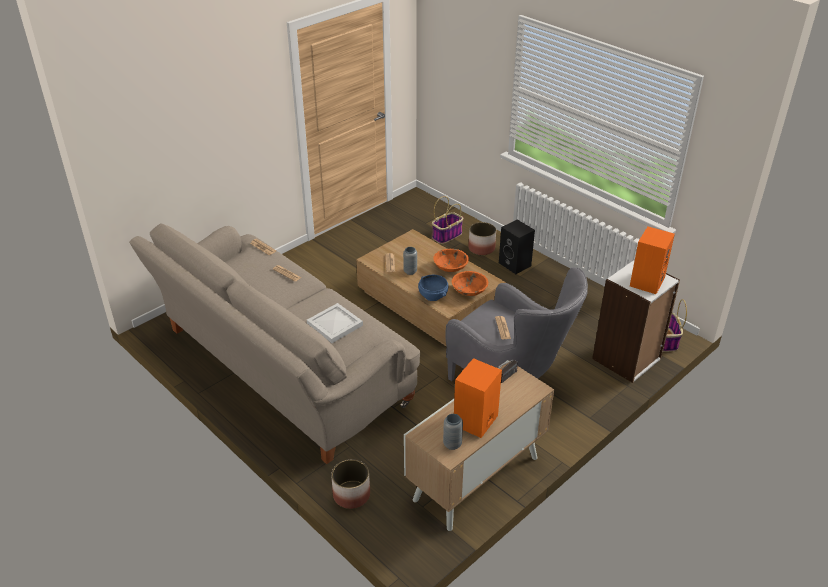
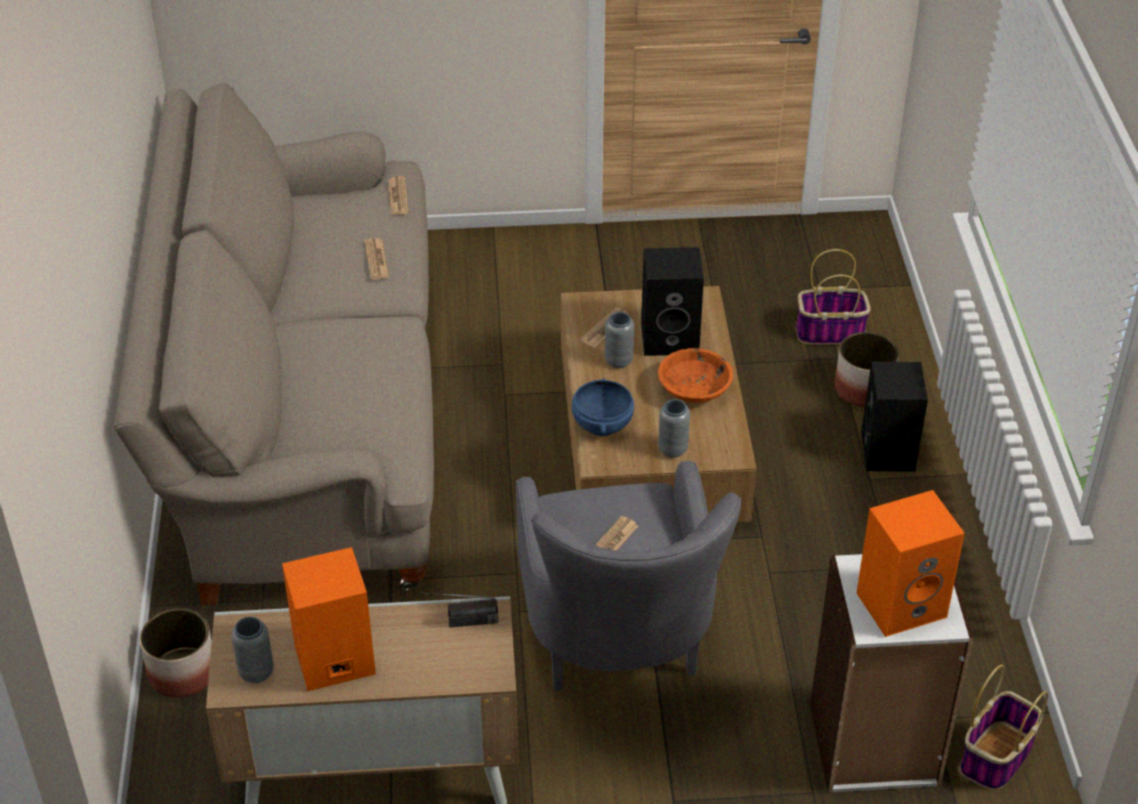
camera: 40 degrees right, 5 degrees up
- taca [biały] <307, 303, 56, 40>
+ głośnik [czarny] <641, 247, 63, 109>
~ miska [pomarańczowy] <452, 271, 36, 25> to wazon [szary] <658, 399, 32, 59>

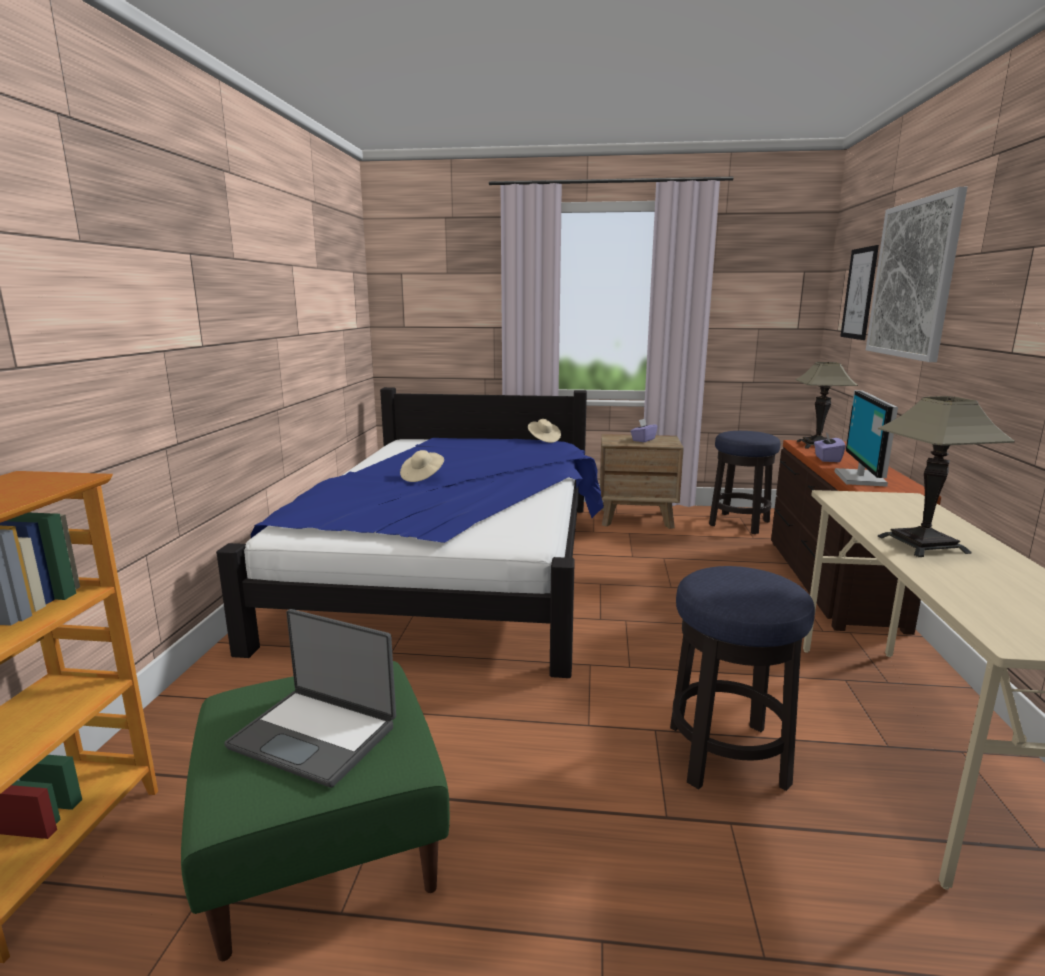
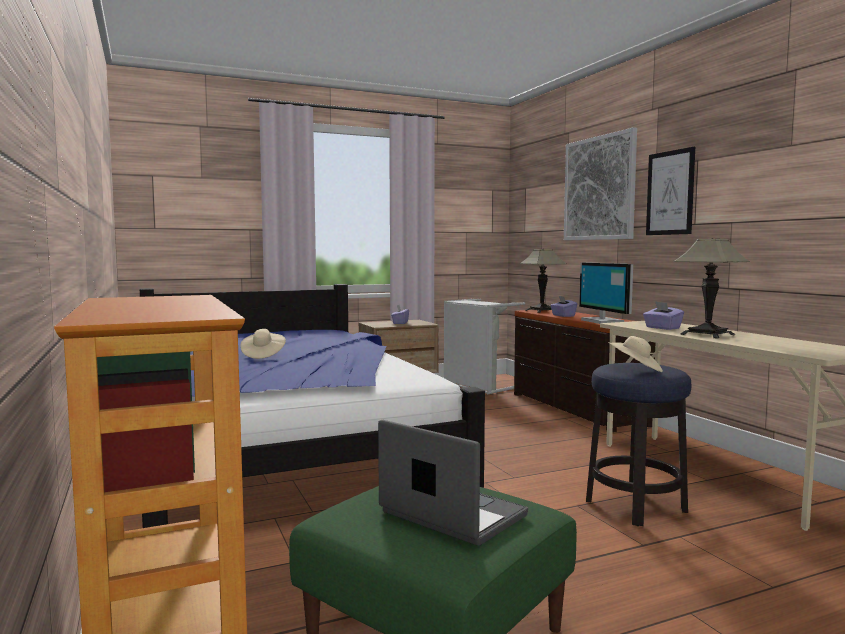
camera: 30 degrees left, 10 degrees down
+ pudełko chusteczek [fioletowy] <643, 301, 41, 29>
~ kapelusz [beżowy] <528, 419, 33, 24> to <608, 336, 55, 36>
~ obraz <840, 245, 39, 95> to <646, 147, 49, 88>
~ stołek <709, 431, 71, 103> to kosz na pranie [szary] <444, 299, 81, 95>
~ laptop <224, 609, 172, 179> = <378, 420, 150, 126> 135 degrees counterclockwise

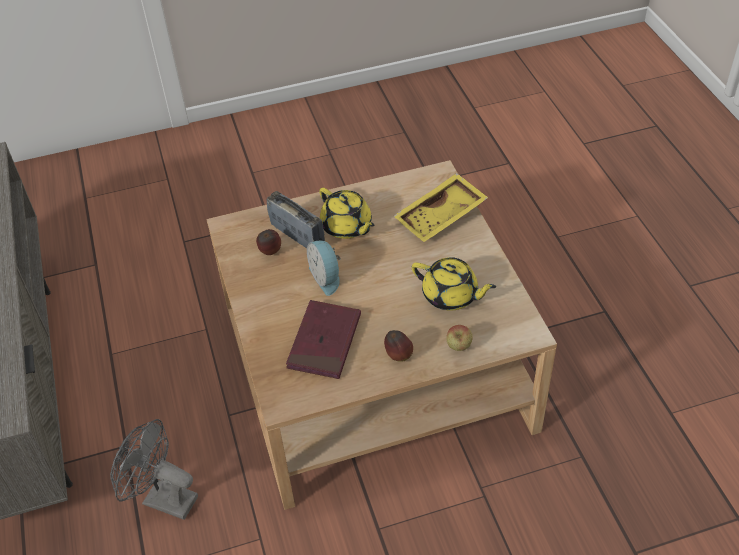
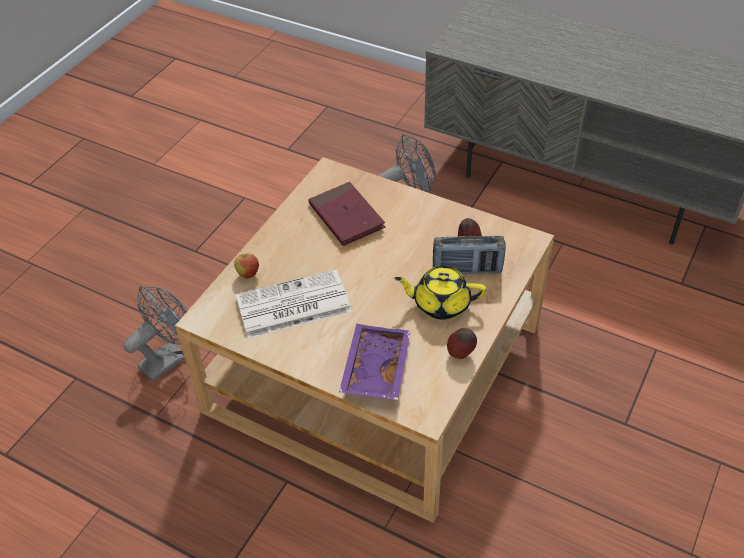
camera: 135 degrees right, 0 degrees up
- budzik <307, 241, 34, 55>
+ wentylator [szary] <124, 286, 63, 96>
~ jabłko <384, 330, 29, 32> to <447, 328, 30, 31>
~ imbryk [żółty] <412, 257, 84, 53> to gazeta <236, 270, 116, 68>
~ taca [żółty] <394, 173, 94, 69> to taca [fioletowy] <339, 324, 72, 76>

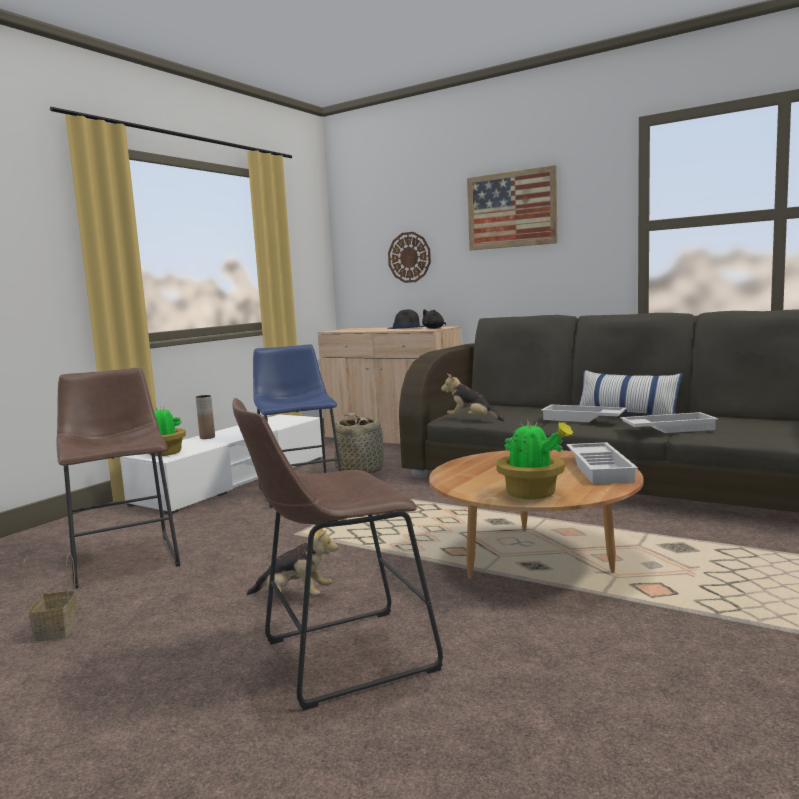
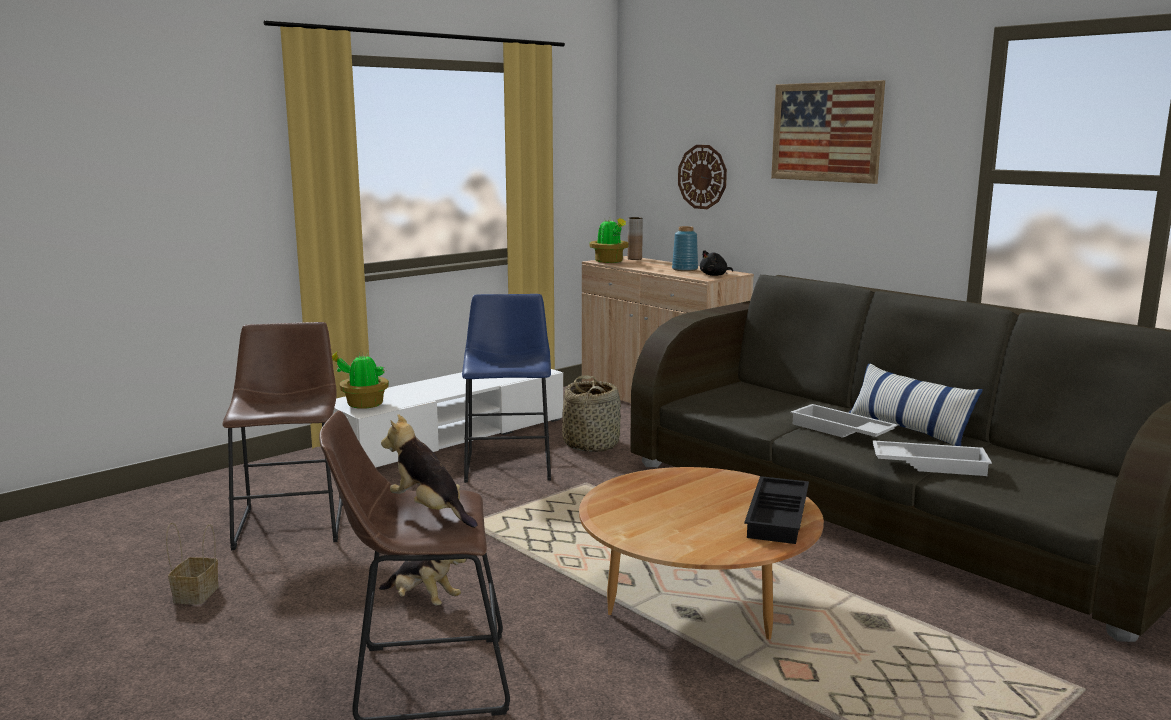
camera: 15 degrees right, 5 degrees up
~ wazon [brązowy] <196, 395, 19, 44> to <628, 217, 15, 43>
~ pluszak <441, 374, 64, 47> to <381, 414, 96, 114>
~ roślina doniczkowa <496, 419, 77, 81> to <589, 217, 40, 46>
~ kapelusz [czarny] <387, 310, 38, 19> to wazon [niebieski] <672, 226, 26, 45>
~ taca [biały] <567, 442, 71, 42> to taca [czarny] <744, 476, 65, 68>

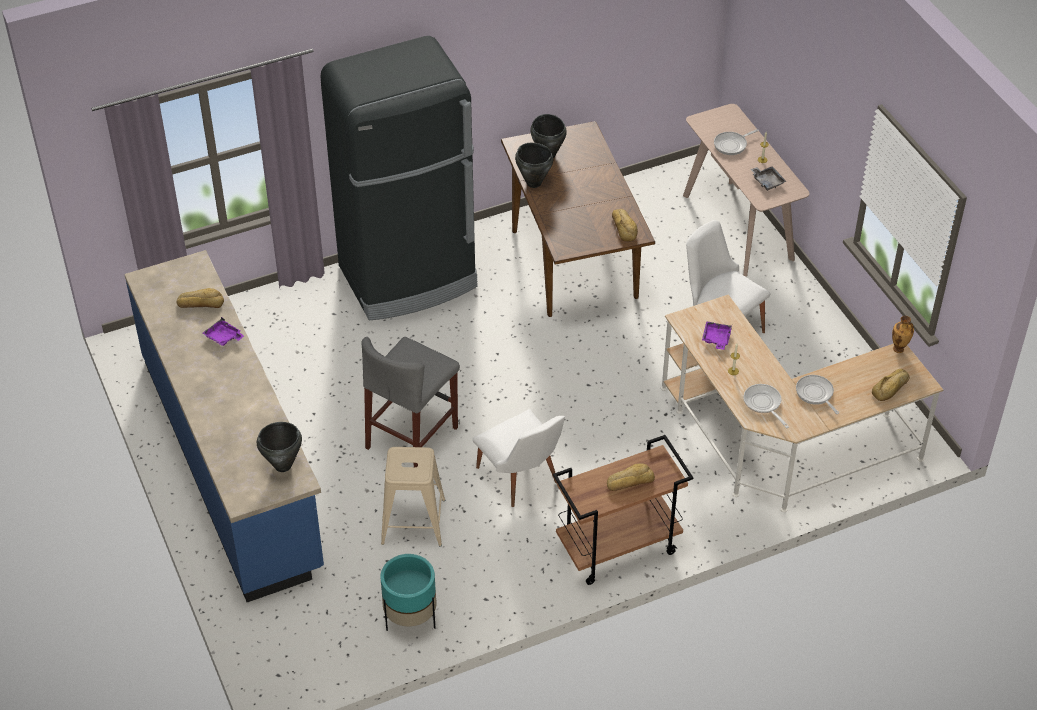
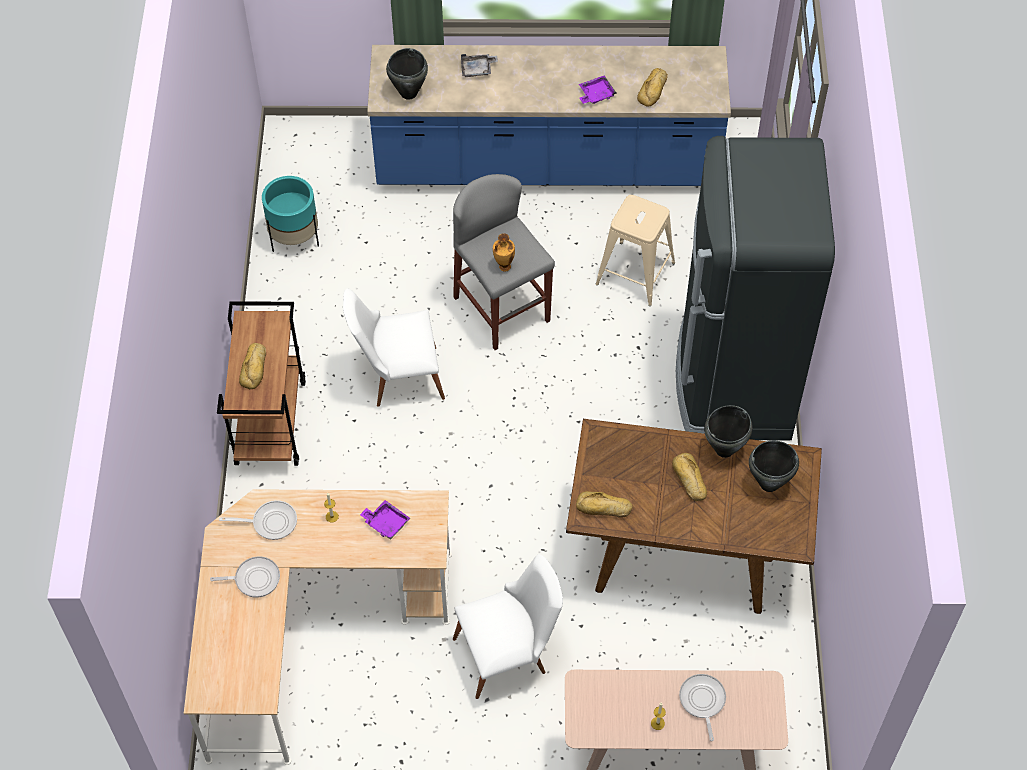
camera: 115 degrees right, 10 degrees up
~ stołek [beżowy] <381, 447, 64, 100> to <596, 195, 79, 111>
~ taca [szary] <751, 166, 36, 25> to <461, 54, 37, 23>
~ chleb <872, 369, 38, 32> to <672, 453, 35, 48>
~ wazon <892, 316, 22, 37> to <493, 233, 22, 39>

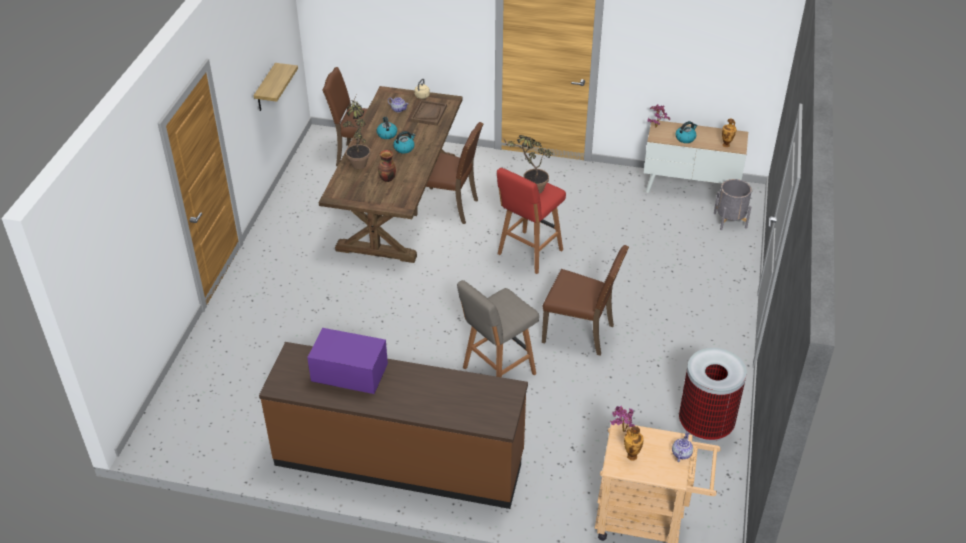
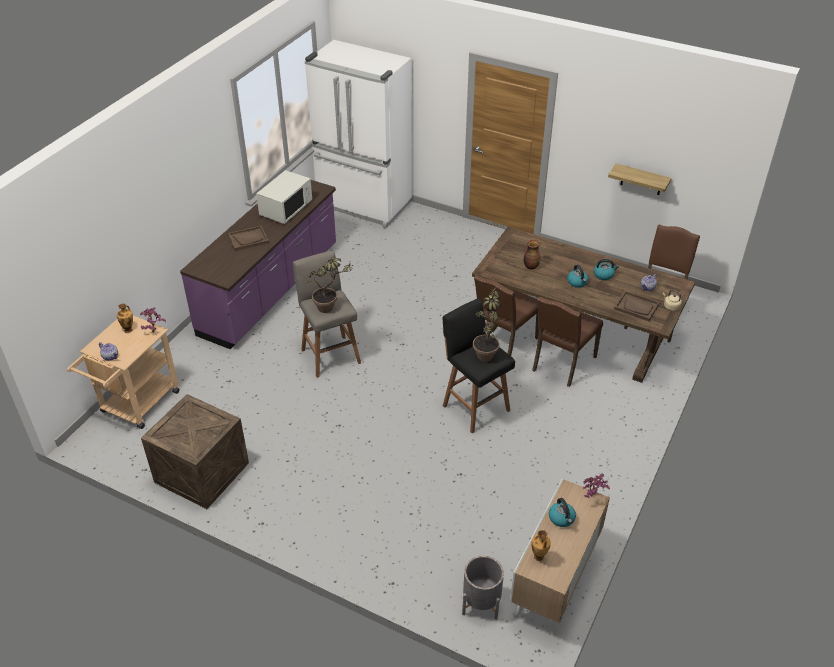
camera: 105 degrees right, 0 degrees up
+ taca [brązowy] <228, 226, 41, 25>
+ lodówka [biały] <305, 40, 107, 188>
~ roślina doniczkowa <342, 97, 29, 72> to <305, 257, 48, 56>
~ krzesło [brązowy] <542, 245, 87, 111> to <474, 275, 65, 81>
~ kosz na śmieci <679, 348, 68, 94> to skrzynka <141, 394, 108, 115>
~ zabudowa kuchenna [brązowy] <259, 342, 269, 167> to zabudowa kuchenna [fioletowy] <180, 180, 156, 169>
~ mikrofalówka [fioletowy] <307, 328, 81, 66> to mikrofalówka [biały] <256, 170, 56, 54>
~ stołek [czerwony] <497, 168, 69, 106> to stołek [czarny] <443, 298, 72, 135>

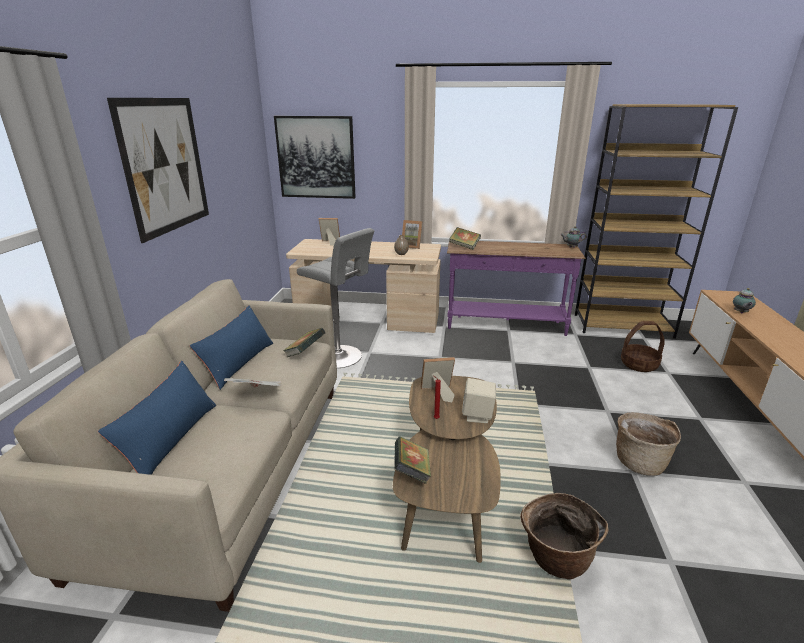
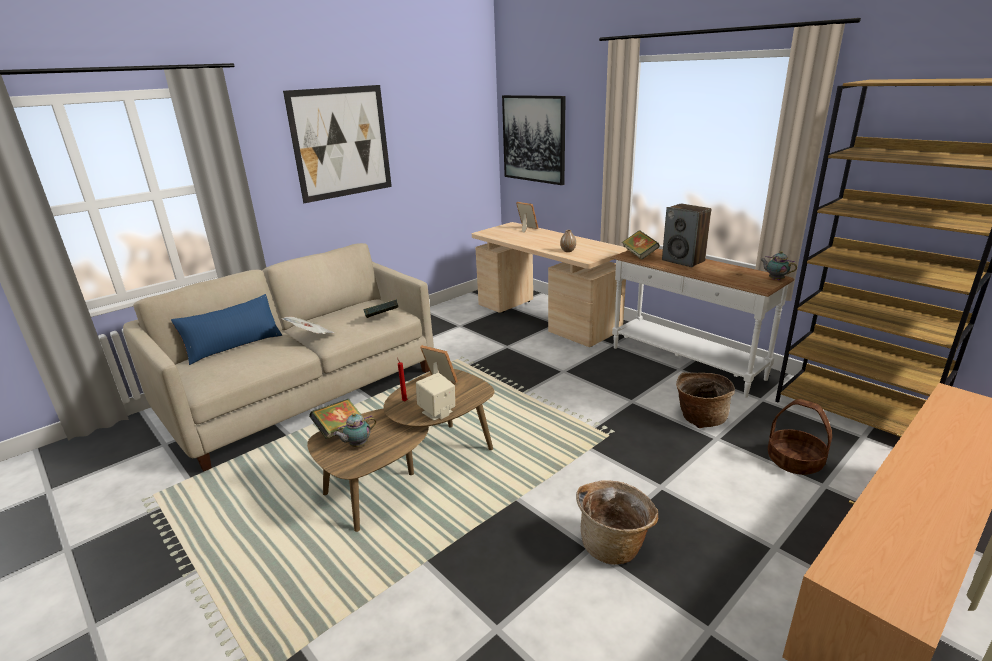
camera: 40 degrees right, 0 degrees up
- poduszka [niebieski] <189, 305, 84, 85>
- stołek [szary] <297, 228, 78, 140>
- ramka na zdjęcie <402, 220, 20, 29>
+ głośnik <662, 203, 49, 64>
~ koszyk <520, 493, 89, 87> to <676, 372, 59, 56>
~ imbryk <733, 288, 23, 26> to <333, 413, 44, 34>
~ stolik konsolowy [fioletowy] <447, 241, 139, 95> to stolik konsolowy [biały] <611, 249, 183, 148>

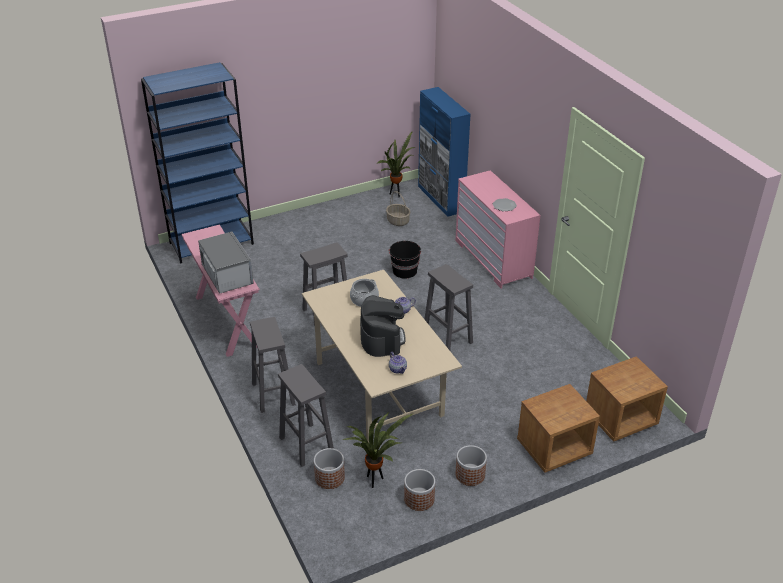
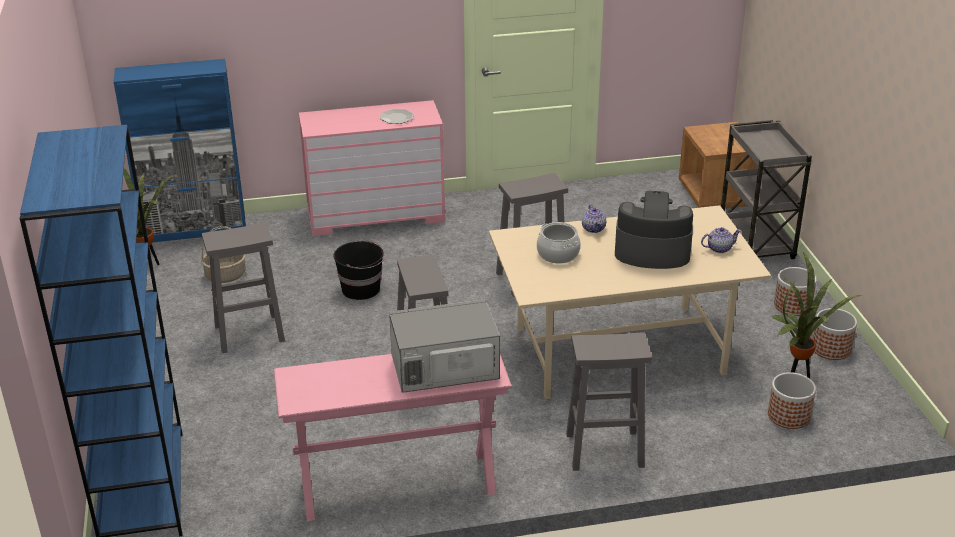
camera: 75 degrees left, 5 degrees down
~ stołek [szary] <278, 364, 56, 103> to <202, 223, 83, 130>
~ szafka nocna [brązowy] <517, 384, 83, 89> to wózek [szary] <721, 120, 91, 139>

